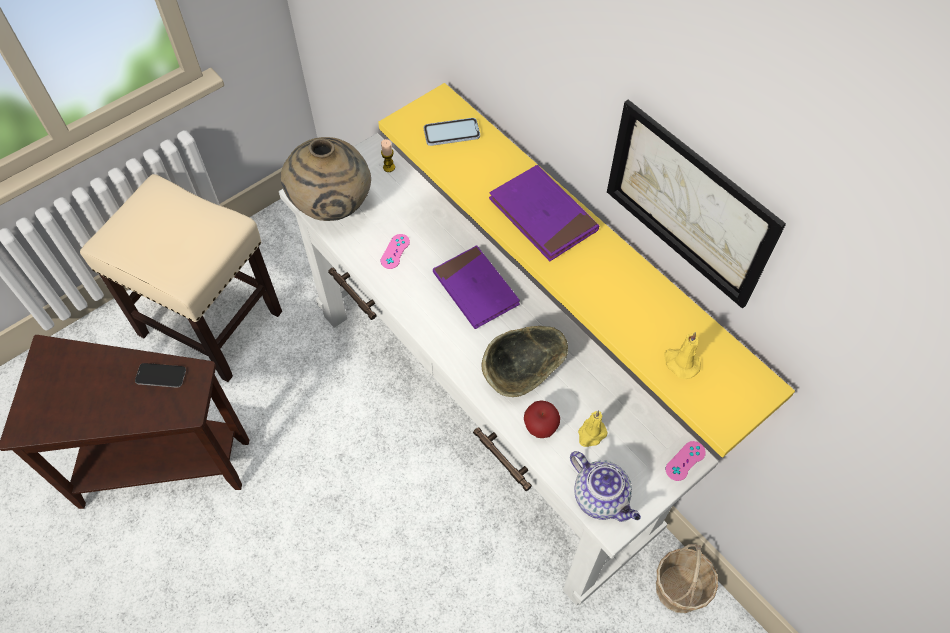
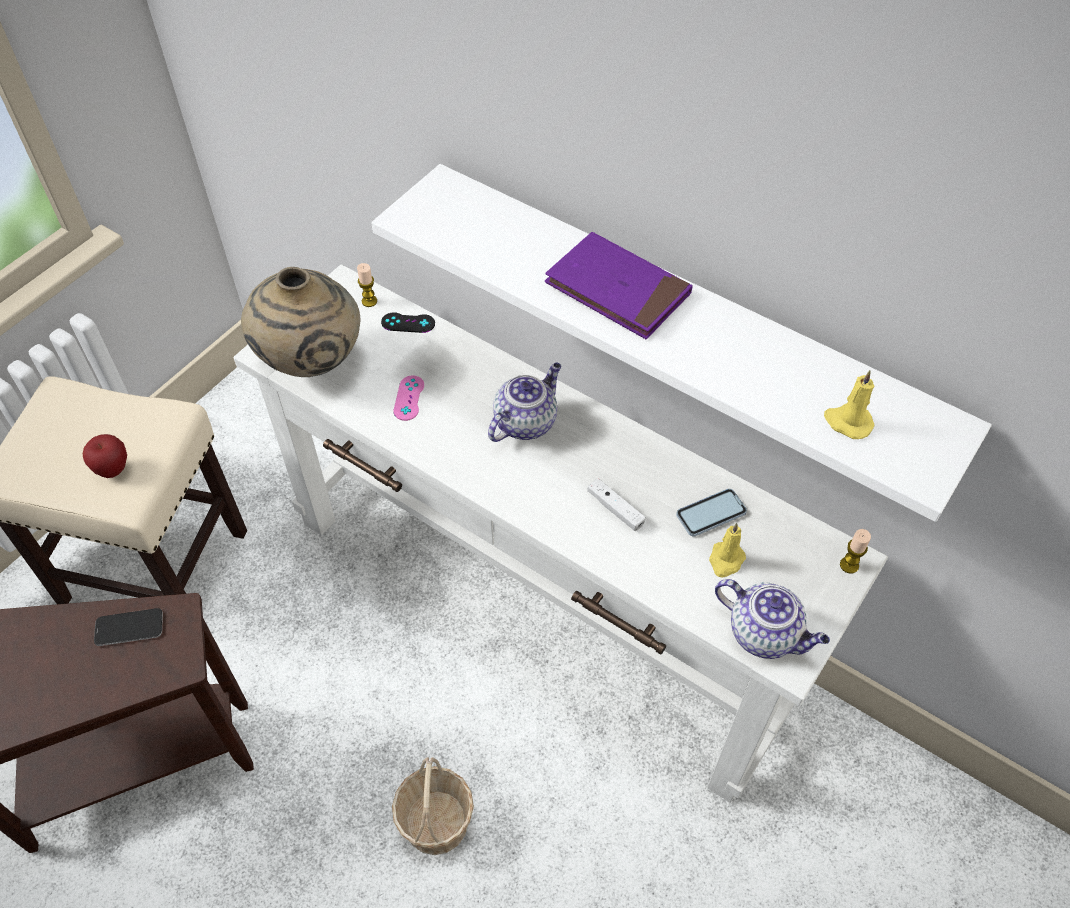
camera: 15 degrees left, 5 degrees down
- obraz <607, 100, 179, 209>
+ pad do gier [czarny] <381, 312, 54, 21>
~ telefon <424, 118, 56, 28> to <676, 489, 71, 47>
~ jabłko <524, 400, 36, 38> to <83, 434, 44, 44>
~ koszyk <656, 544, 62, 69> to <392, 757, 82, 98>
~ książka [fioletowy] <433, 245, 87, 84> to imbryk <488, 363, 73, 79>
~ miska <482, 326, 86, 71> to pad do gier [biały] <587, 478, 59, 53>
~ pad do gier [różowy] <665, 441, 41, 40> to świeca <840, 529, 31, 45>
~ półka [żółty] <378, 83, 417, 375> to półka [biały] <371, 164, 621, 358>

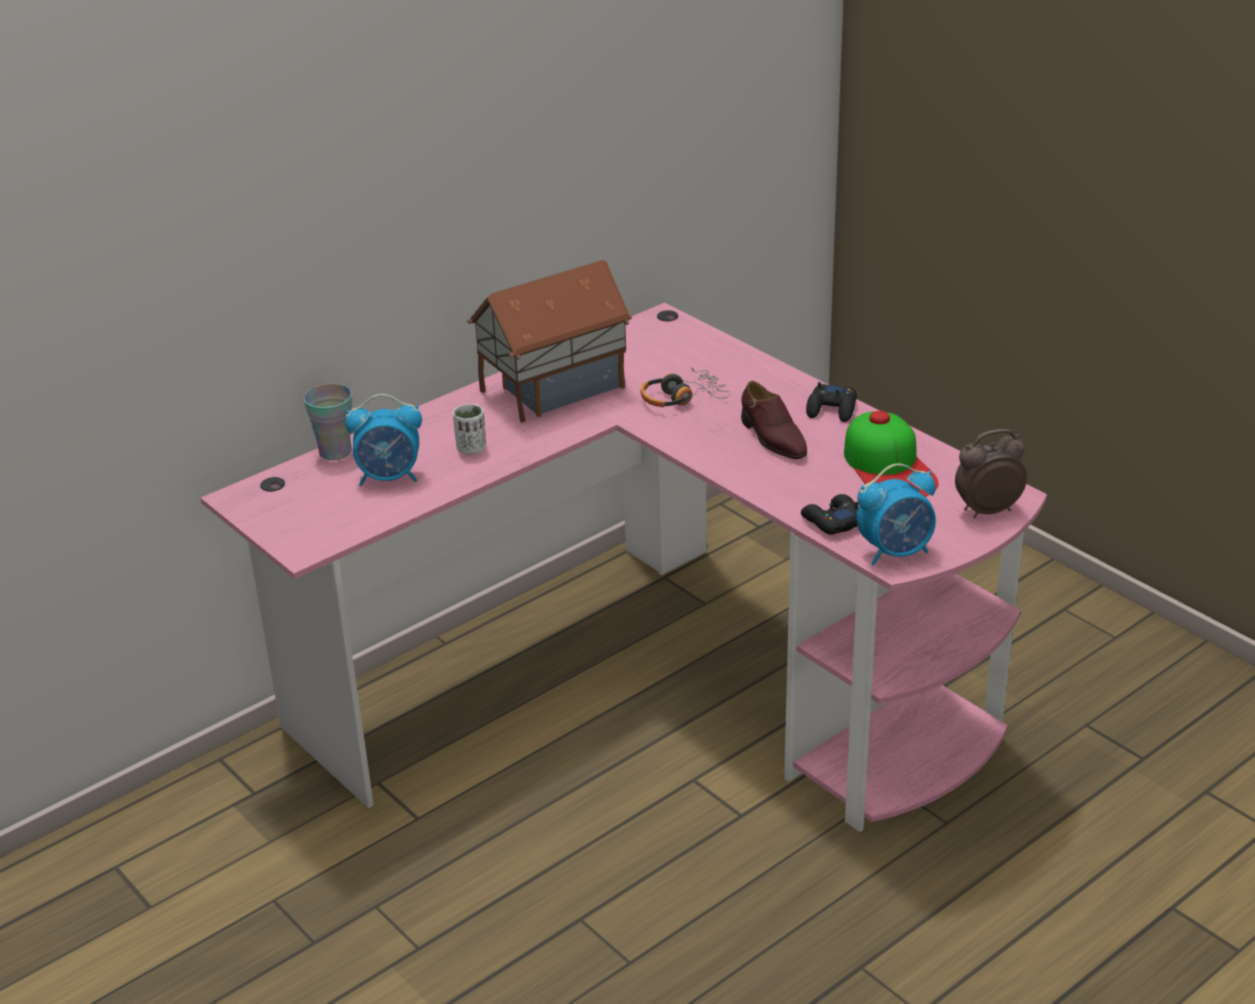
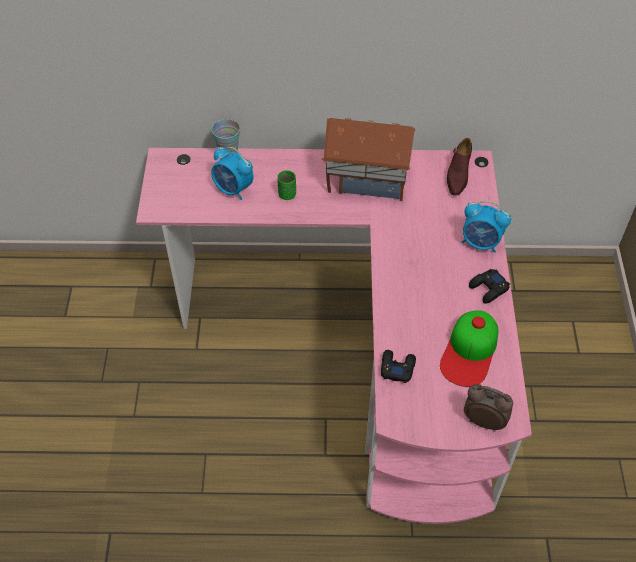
camera: 40 degrees right, 20 degrees up
- słuchawki <641, 367, 90, 40>
~ but [brązowy] <741, 381, 66, 78> to <447, 138, 25, 58>
~ budzik <857, 463, 79, 103> to <461, 201, 50, 52>
~ filiżanka [biały] <453, 404, 33, 51> to filiżanka [zielony] <277, 170, 19, 30>

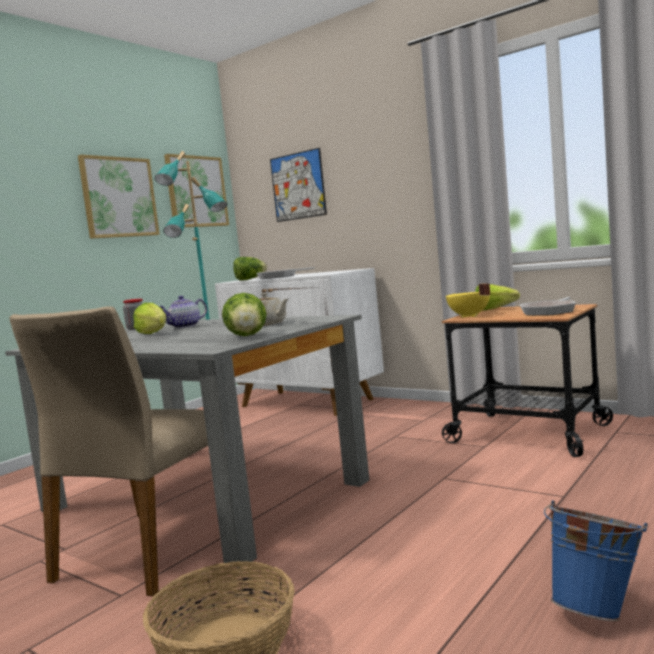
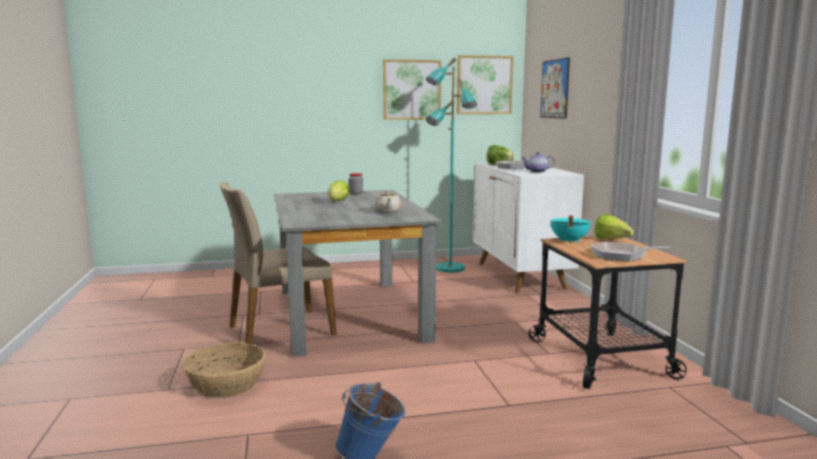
camera: 40 degrees right, 5 degrees up
- sałata <222, 293, 45, 43>
~ imbryk <159, 296, 48, 32> to <521, 152, 34, 21>
~ garnek [żółty] <446, 284, 44, 34> to garnek [turkusowy] <550, 215, 41, 28>

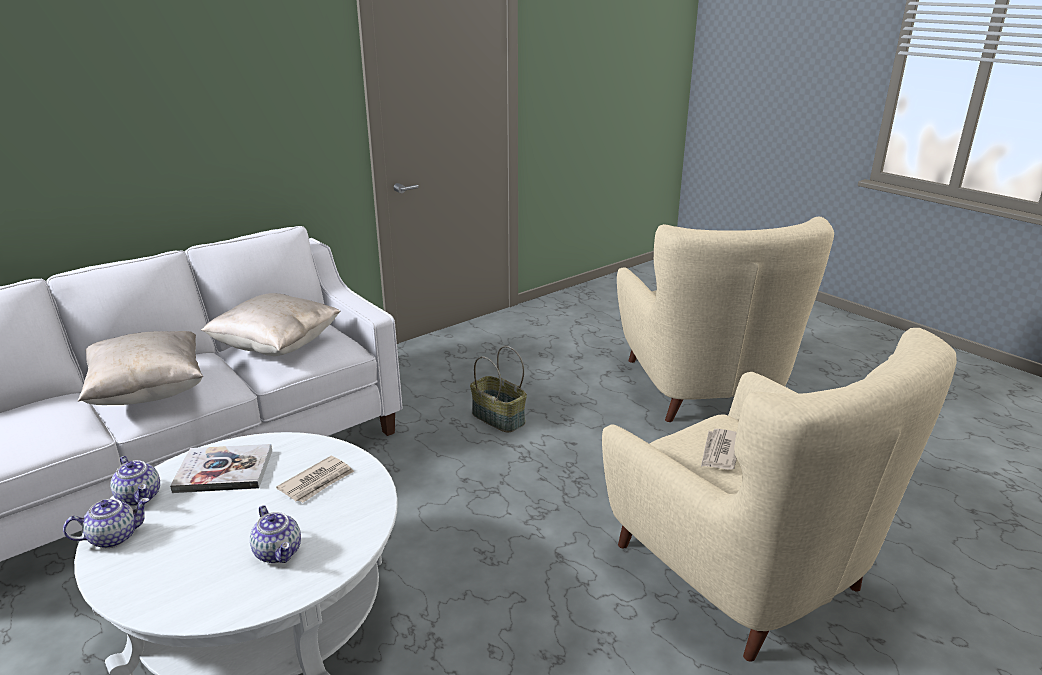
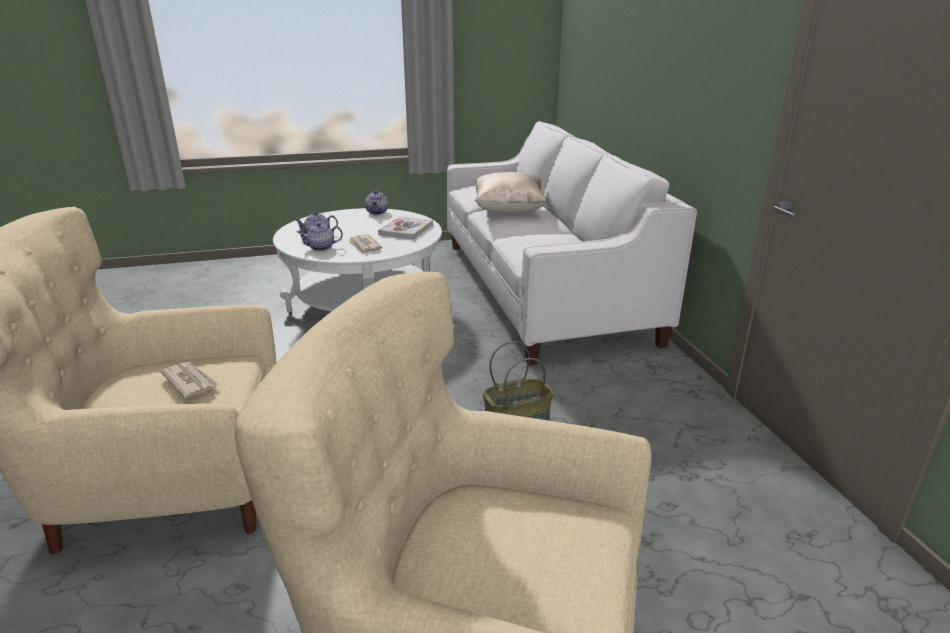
camera: 115 degrees right, 0 degrees up
- poduszka [beżowy] <201, 293, 139, 63>
~ imbryk <110, 456, 50, 50> to <297, 223, 46, 28>

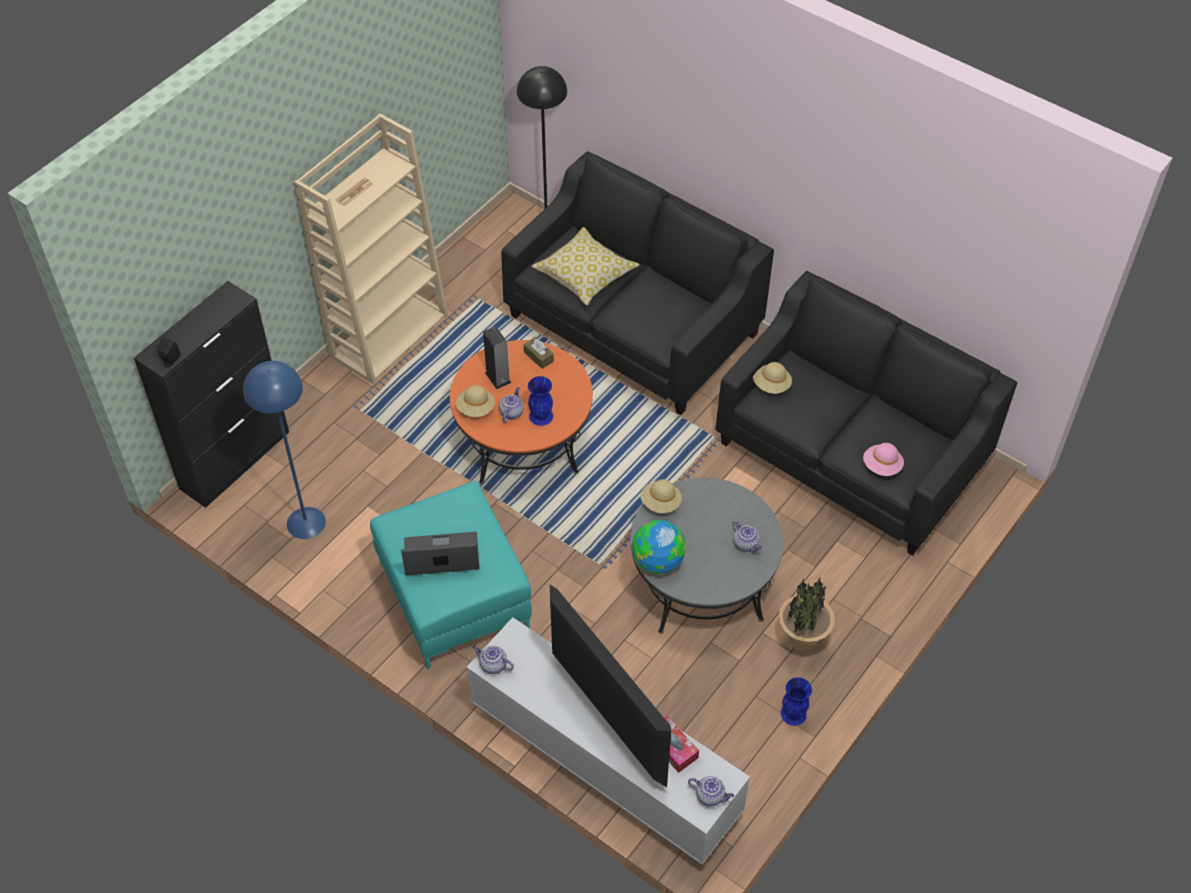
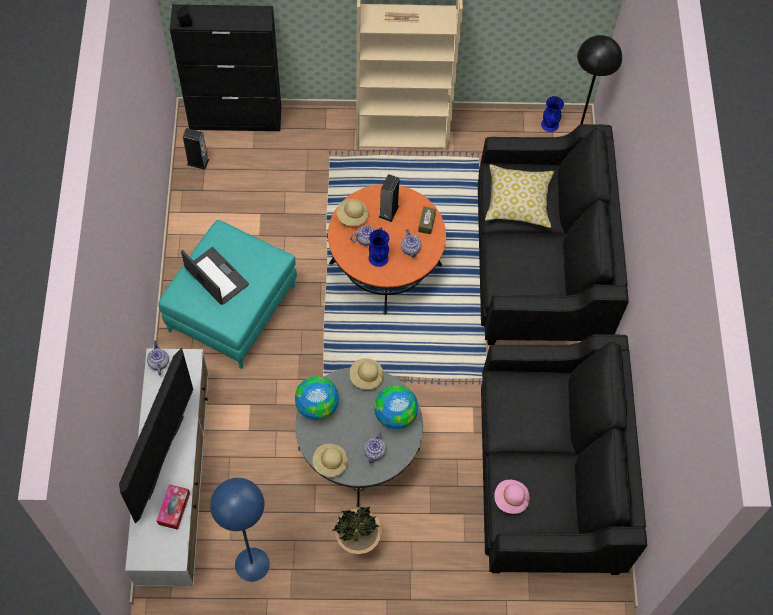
camera: 50 degrees right, 10 degrees up
+ głośnik <183, 128, 26, 42>
+ globus <374, 385, 44, 44>
~ lampa stojąca [niebieski] <243, 361, 83, 178> to <210, 478, 60, 104>
~ imbryk <688, 776, 46, 30> to <401, 229, 20, 29>
~ kapelusz [beżowy] <753, 362, 39, 32> to <313, 444, 35, 33>
~ wazon [niebieski] <781, 677, 31, 49> to <541, 96, 23, 36>

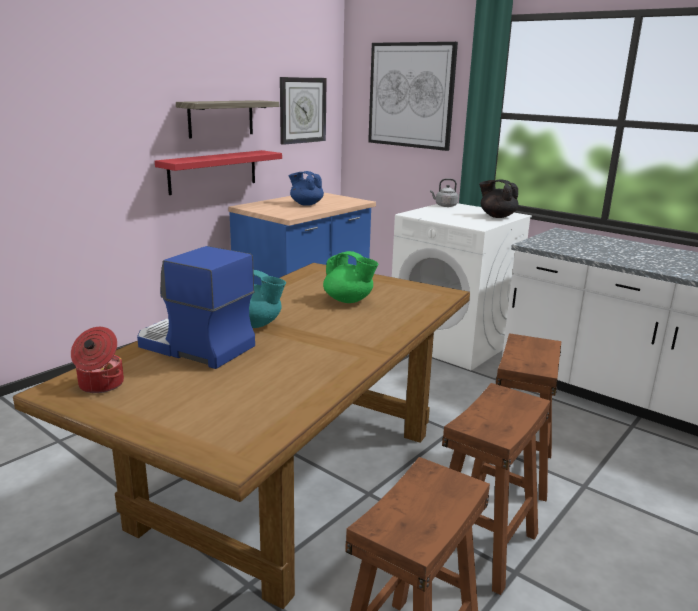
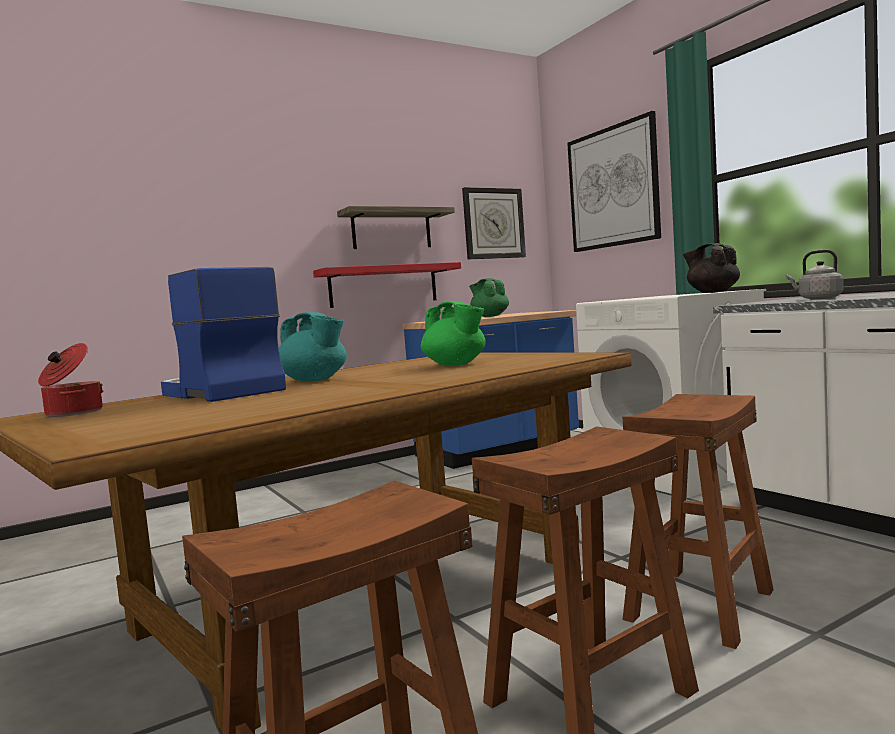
camera: 20 degrees right, 15 degrees down
~ czajnik [szary] <430, 178, 28, 29> to <786, 250, 57, 49>
~ imbryk [niebieski] <289, 171, 35, 35> to imbryk [zielony] <469, 278, 40, 39>

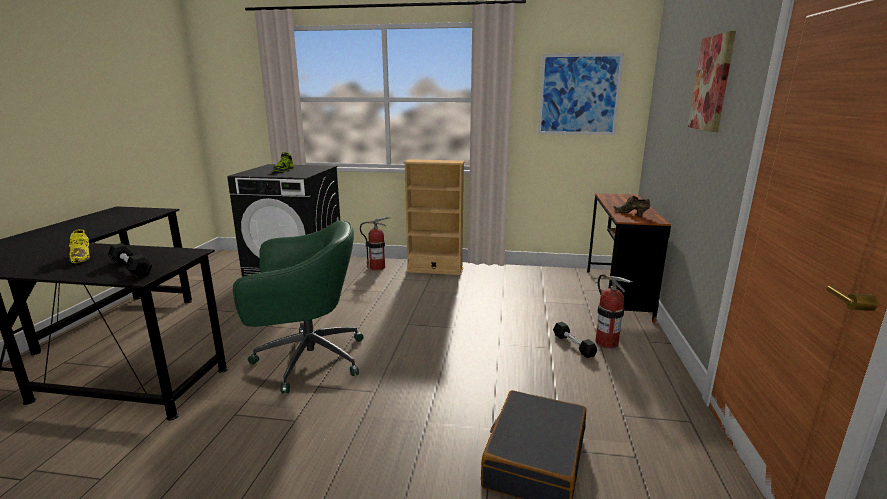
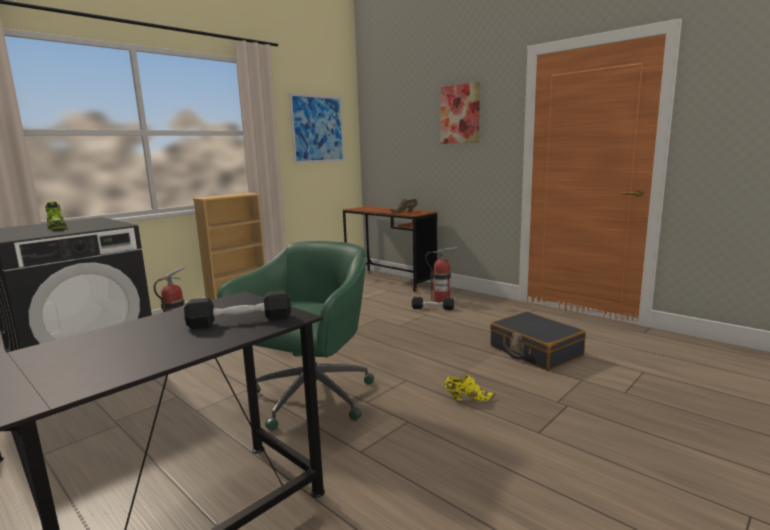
camera: 55 degrees left, 5 degrees down
~ but [żółty] <69, 229, 21, 34> to <445, 375, 51, 27>

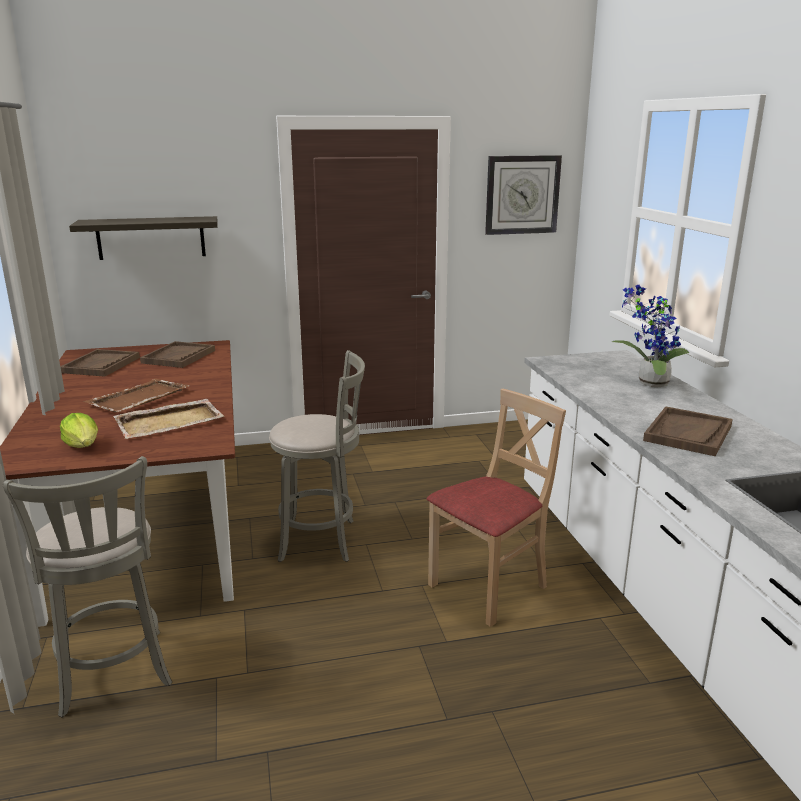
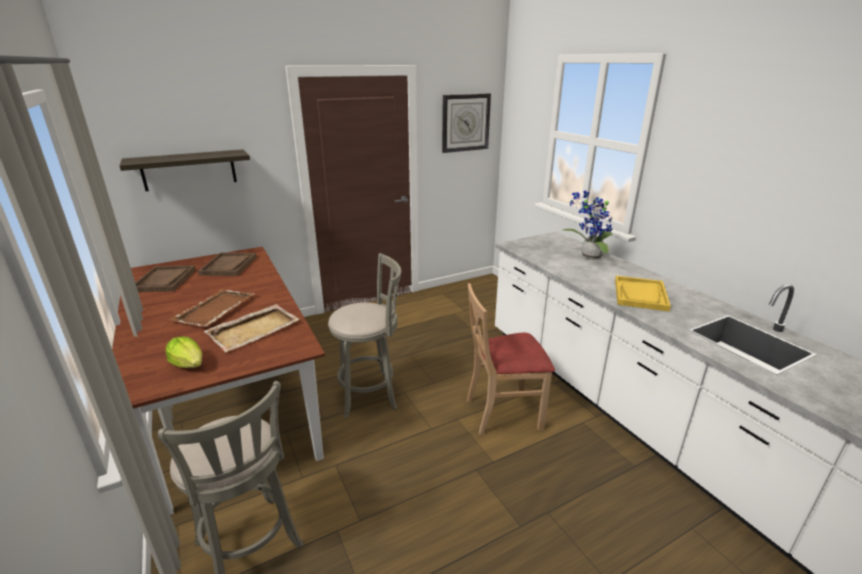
camera: 15 degrees left, 5 degrees up
~ taca [brązowy] <643, 406, 90, 50> to taca [żółty] <615, 276, 56, 35>
~ krzesło [beżowy] <427, 389, 139, 238> = <467, 283, 88, 152> 135 degrees counterclockwise

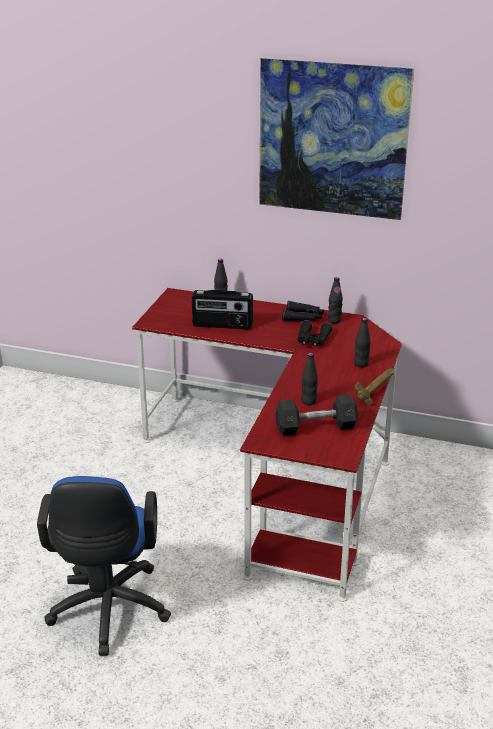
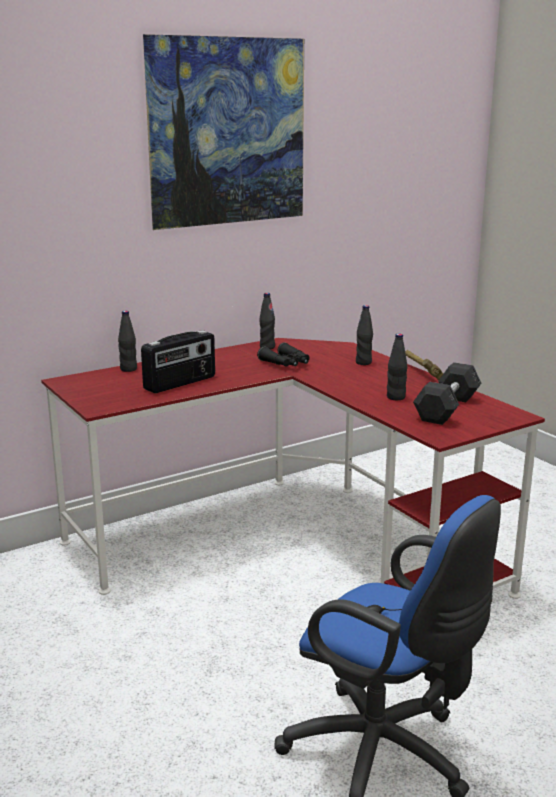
camera: 50 degrees left, 10 degrees down
- lornetka [czarny] <282, 301, 42, 20>

